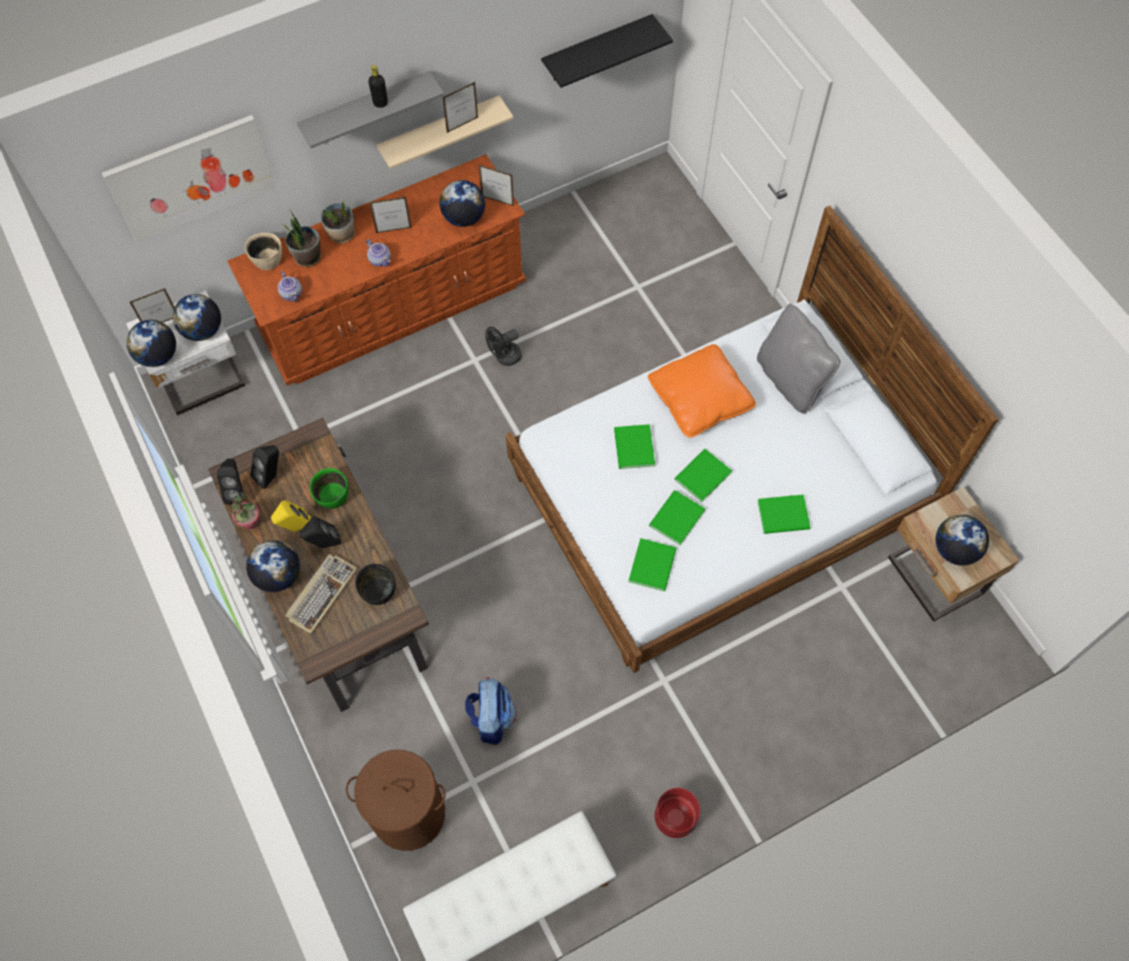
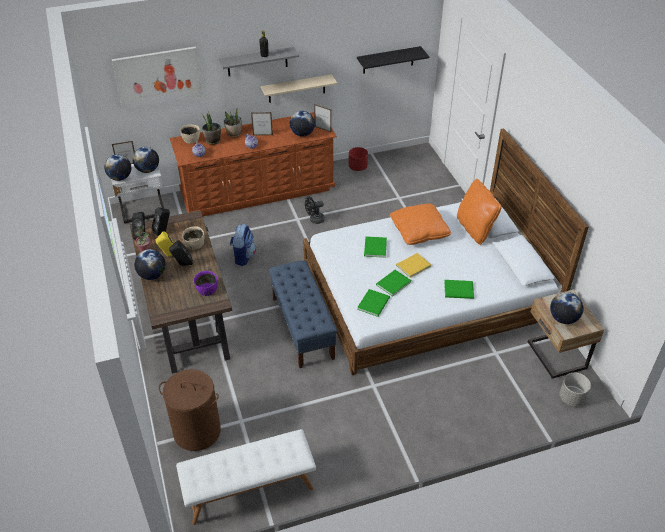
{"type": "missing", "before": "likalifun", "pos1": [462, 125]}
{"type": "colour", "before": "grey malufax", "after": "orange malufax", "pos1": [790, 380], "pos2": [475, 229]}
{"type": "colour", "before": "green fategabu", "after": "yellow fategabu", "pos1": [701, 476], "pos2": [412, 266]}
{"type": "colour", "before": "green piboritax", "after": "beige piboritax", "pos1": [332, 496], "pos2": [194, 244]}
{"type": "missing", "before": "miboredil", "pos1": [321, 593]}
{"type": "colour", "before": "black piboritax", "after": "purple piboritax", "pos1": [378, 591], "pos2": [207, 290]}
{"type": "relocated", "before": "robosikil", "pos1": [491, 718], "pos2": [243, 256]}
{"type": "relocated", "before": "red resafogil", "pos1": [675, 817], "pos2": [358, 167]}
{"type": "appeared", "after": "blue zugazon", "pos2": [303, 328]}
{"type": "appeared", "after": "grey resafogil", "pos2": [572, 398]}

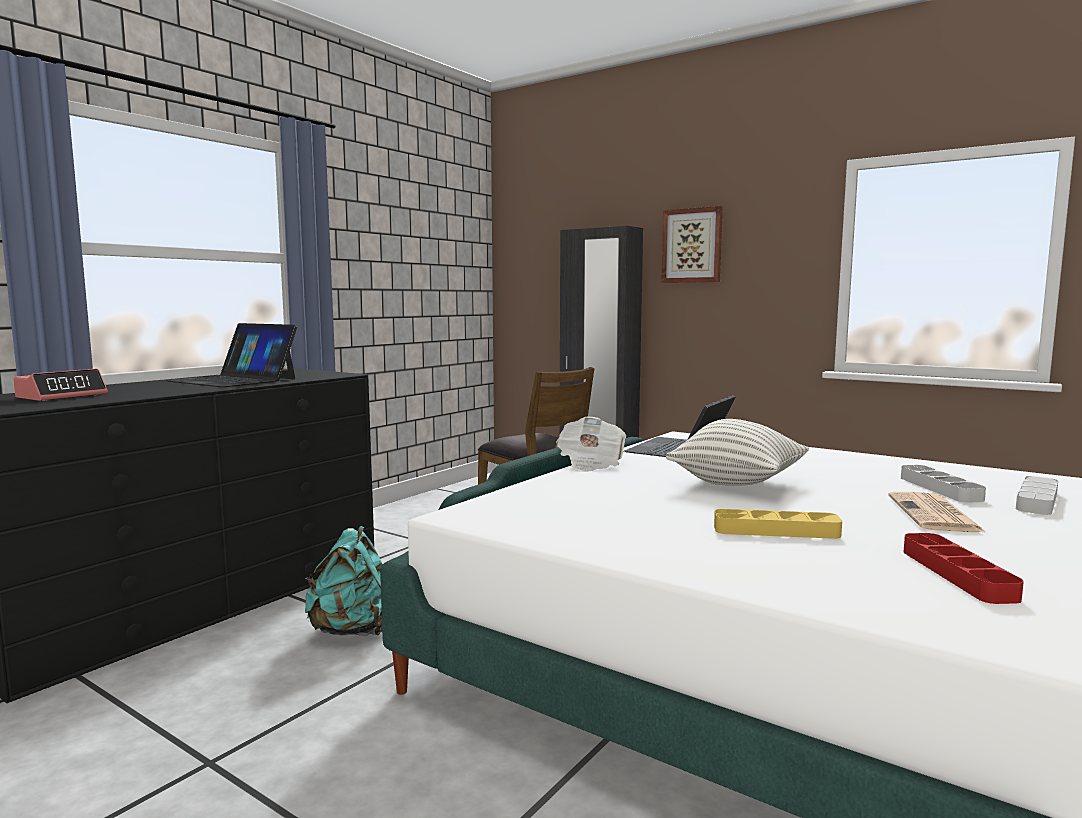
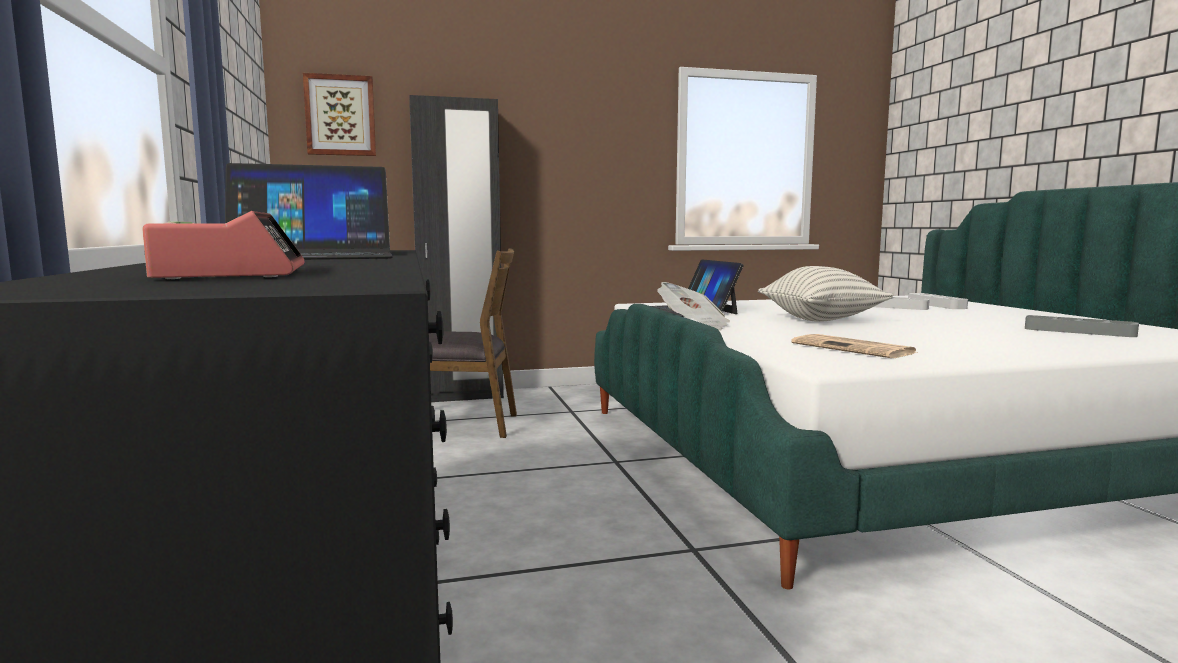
{"type": "relocated", "before": "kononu", "pos1": [692, 245], "pos2": [340, 115]}
{"type": "relocated", "before": "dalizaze", "pos1": [935, 514], "pos2": [854, 348]}
{"type": "missing", "before": "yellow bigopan", "pos1": [776, 531]}
{"type": "missing", "before": "turquoise robosikil", "pos1": [352, 630]}
{"type": "colour", "before": "red bigopan", "after": "grey bigopan", "pos1": [957, 574], "pos2": [1079, 331]}

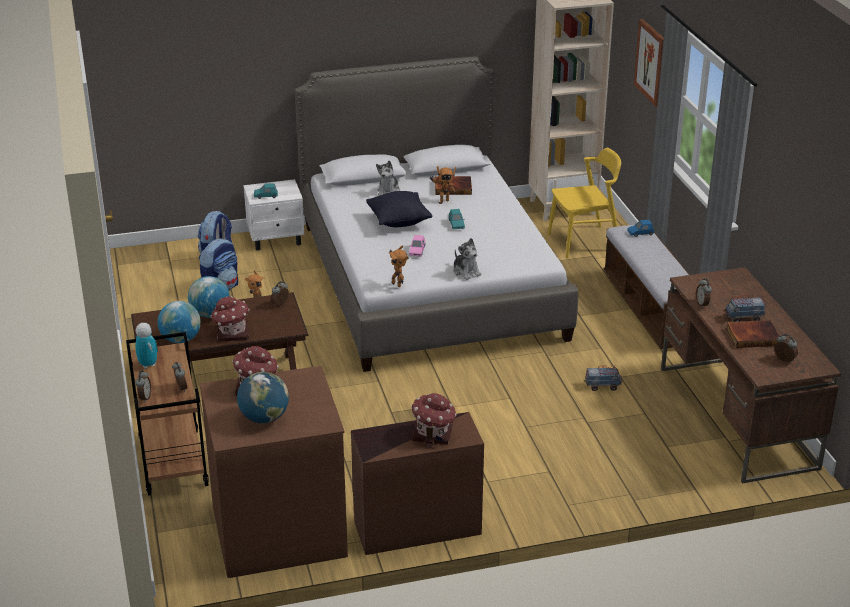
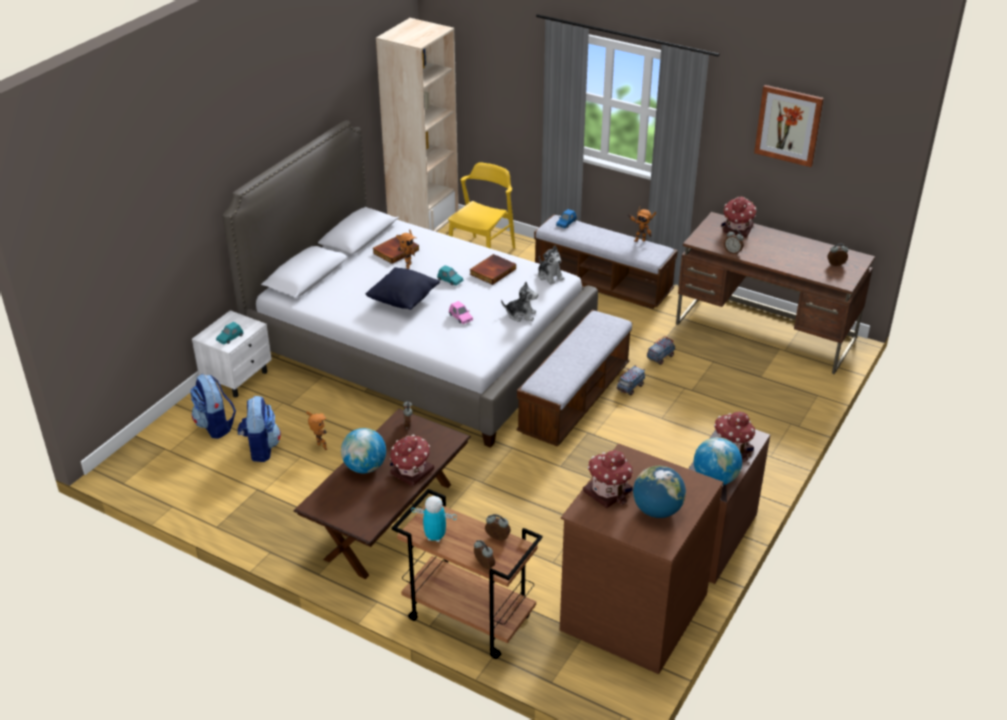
{"type": "relocated", "before": "kononu", "pos1": [651, 62], "pos2": [788, 125]}
{"type": "relocated", "before": "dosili", "pos1": [388, 191], "pos2": [550, 276]}
{"type": "relocated", "before": "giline", "pos1": [397, 284], "pos2": [639, 240]}
{"type": "relocated", "before": "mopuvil", "pos1": [743, 318], "pos2": [630, 388]}
{"type": "relocated", "before": "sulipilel", "pos1": [181, 340], "pos2": [715, 479]}
{"type": "relocated", "before": "fategabu", "pos1": [753, 336], "pos2": [492, 271]}
{"type": "appeared", "after": "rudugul", "pos2": [737, 229]}
{"type": "appeared", "after": "zugazon", "pos2": [575, 399]}

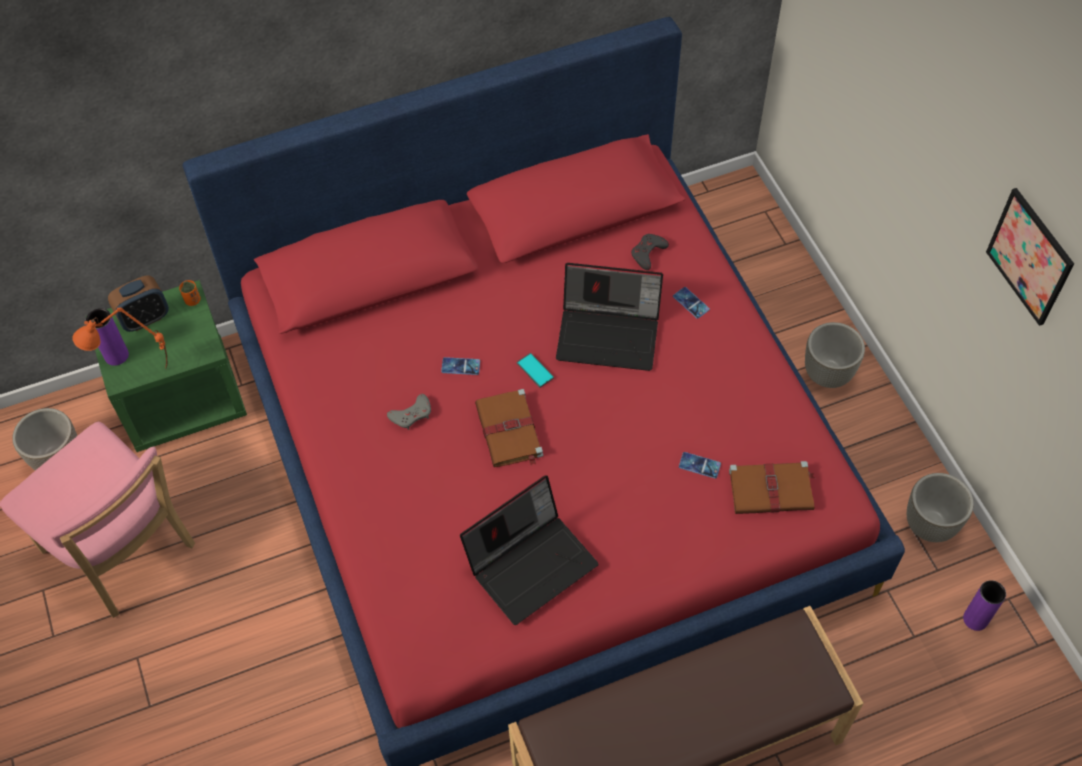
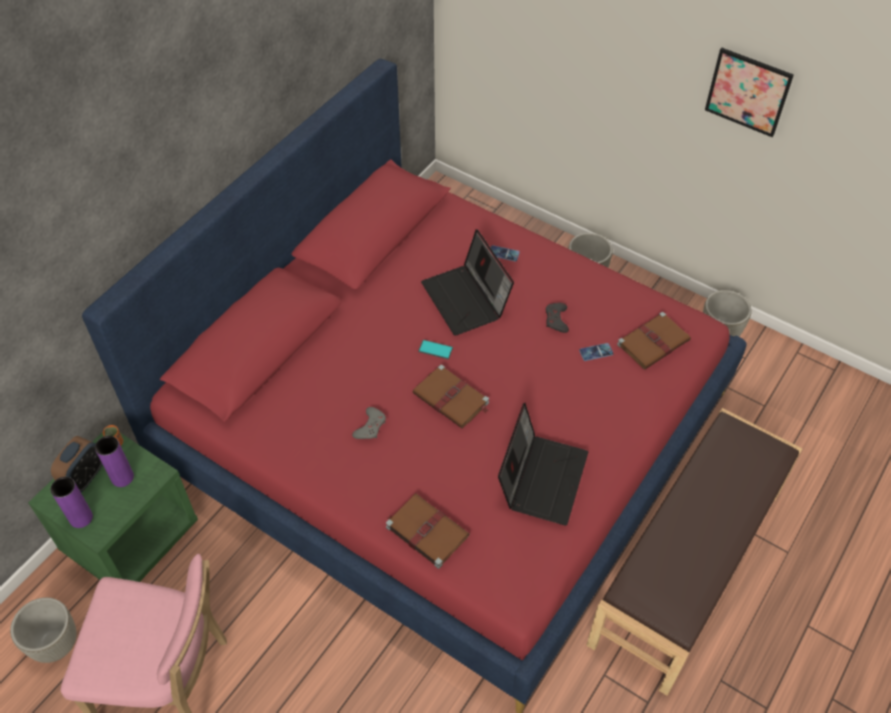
{"type": "relocated", "before": "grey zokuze", "pos1": [648, 253], "pos2": [556, 320]}
{"type": "spun", "before": "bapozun", "pos1": [609, 334], "pos2": [467, 300], "turn": 90}
{"type": "missing", "before": "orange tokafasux", "pos1": [139, 382]}
{"type": "missing", "before": "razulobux", "pos1": [460, 366]}
{"type": "relocated", "before": "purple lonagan", "pos1": [975, 619], "pos2": [122, 477]}
{"type": "appeared", "after": "brown fategabu", "pos2": [426, 530]}

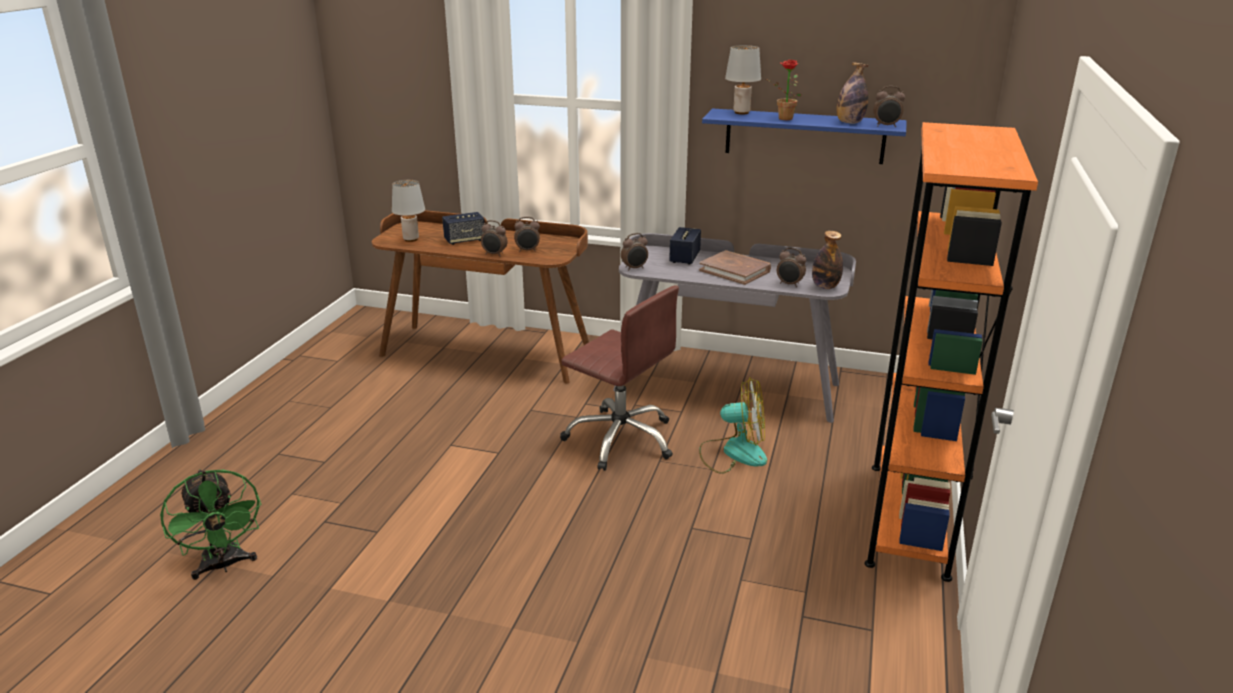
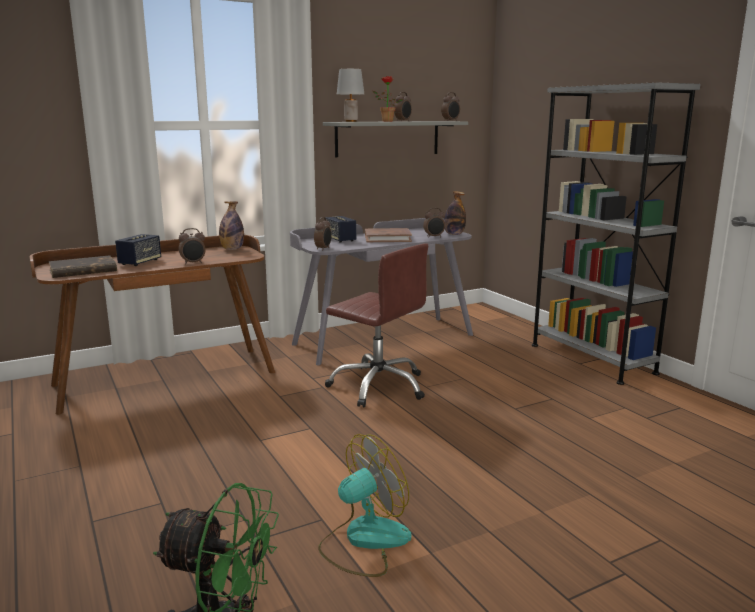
{"type": "relocated", "before": "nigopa", "pos1": [849, 122], "pos2": [232, 249]}
{"type": "colour", "before": "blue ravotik", "after": "grey ravotik", "pos1": [804, 136], "pos2": [388, 138]}
{"type": "colour", "before": "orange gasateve", "after": "grey gasateve", "pos1": [908, 518], "pos2": [591, 359]}
{"type": "exchanged", "before": "grey tokafasux", "after": "brown fategabu", "pos1": [411, 239], "pos2": [82, 271]}
{"type": "relocated", "before": "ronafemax", "pos1": [527, 250], "pos2": [403, 121]}
{"type": "spun", "before": "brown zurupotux", "pos1": [621, 439], "pos2": [378, 386], "turn": 45}
{"type": "relocated", "before": "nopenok", "pos1": [733, 453], "pos2": [364, 540]}

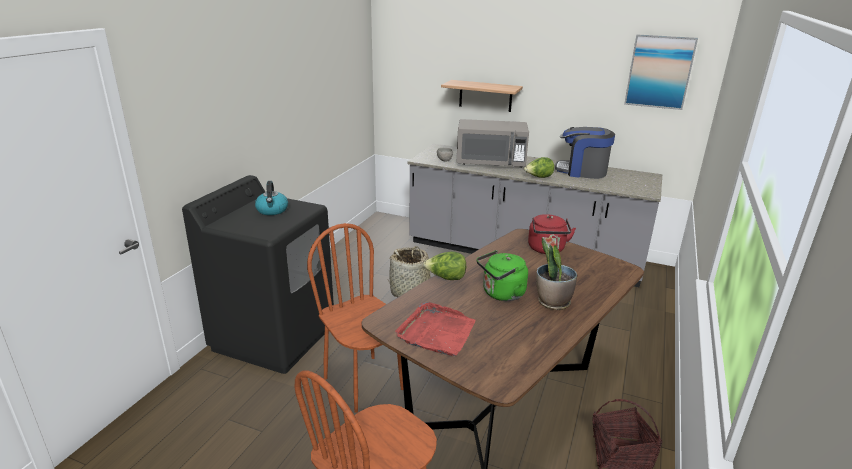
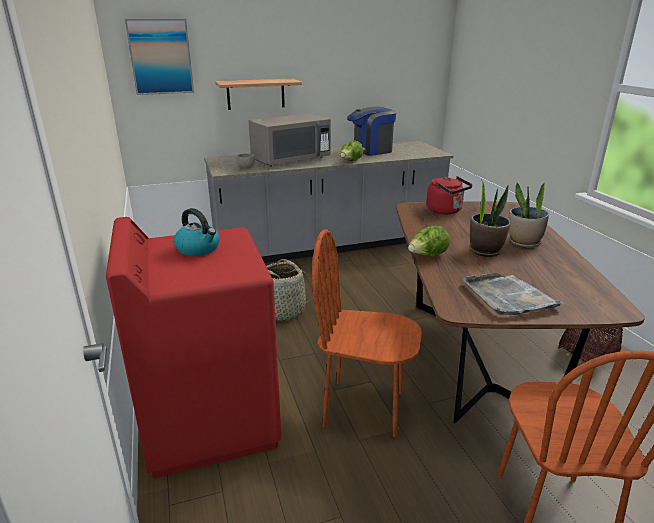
{"type": "relocated", "before": "kononu", "pos1": [659, 72], "pos2": [160, 57]}
{"type": "colour", "before": "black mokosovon", "after": "red mokosovon", "pos1": [274, 337], "pos2": [210, 419]}
{"type": "exchanged", "before": "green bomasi", "after": "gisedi", "pos1": [501, 294], "pos2": [485, 251]}
{"type": "colour", "before": "red bigopan", "after": "grey bigopan", "pos1": [437, 332], "pos2": [508, 297]}

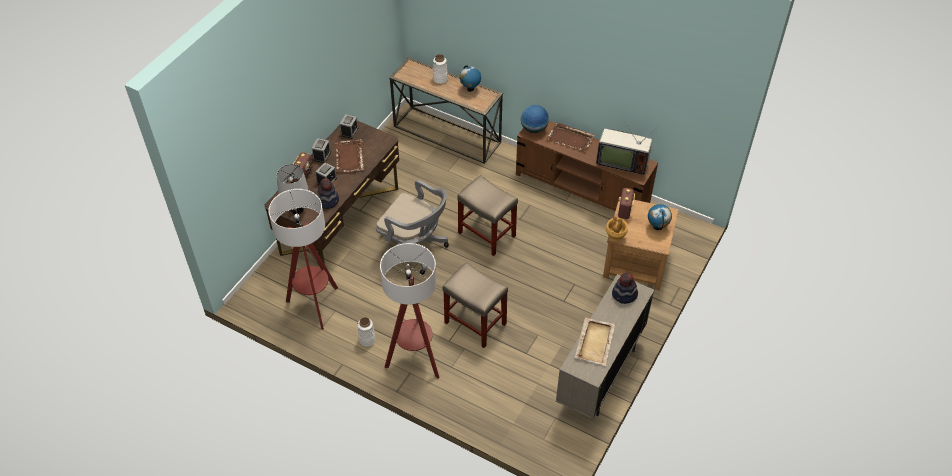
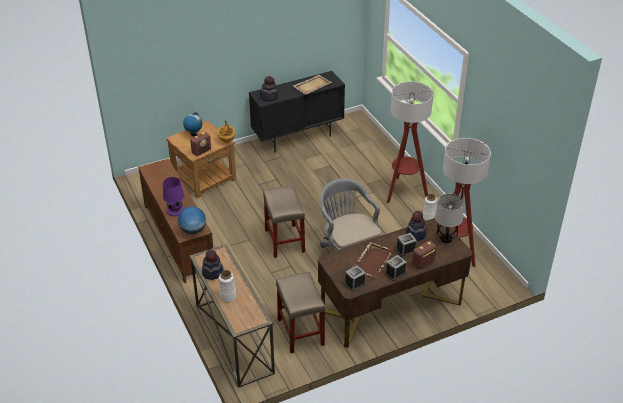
{"type": "exchanged", "before": "sulipilel", "after": "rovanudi", "pos1": [470, 89], "pos2": [213, 272]}
{"type": "exchanged", "before": "brown bigopan", "after": "purple tokafasux", "pos1": [571, 138], "pos2": [175, 210]}
{"type": "missing", "before": "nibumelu", "pos1": [621, 162]}
{"type": "relocated", "before": "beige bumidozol", "pos1": [474, 323], "pos2": [301, 332]}
{"type": "colour", "before": "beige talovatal", "after": "black talovatal", "pos1": [600, 376], "pos2": [298, 137]}

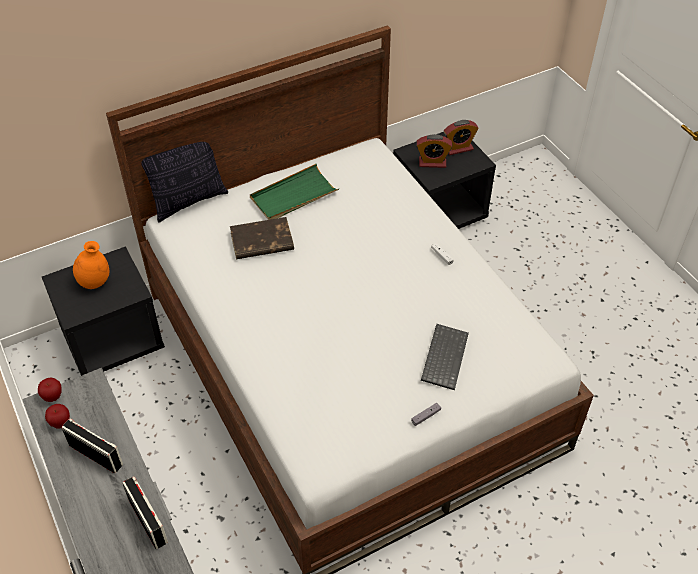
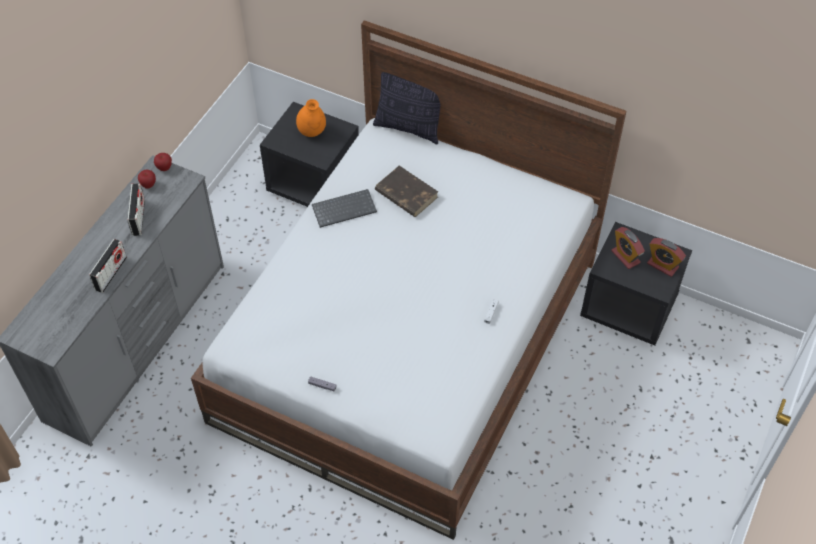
{"type": "missing", "before": "green bigopan", "pos1": [293, 196]}
{"type": "relocated", "before": "miboredil", "pos1": [443, 356], "pos2": [344, 208]}

